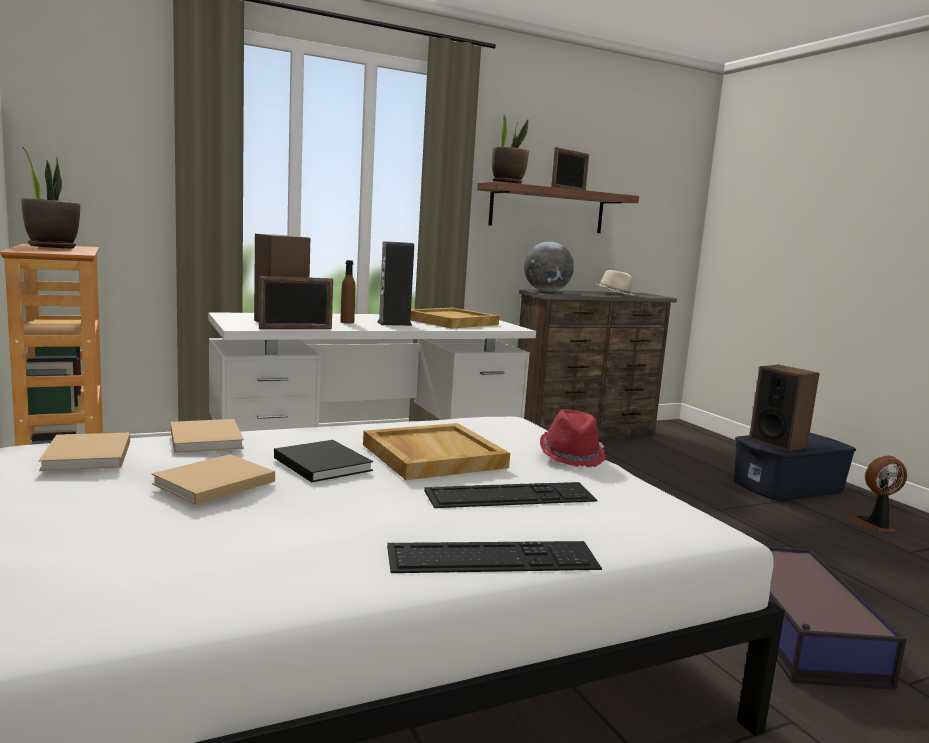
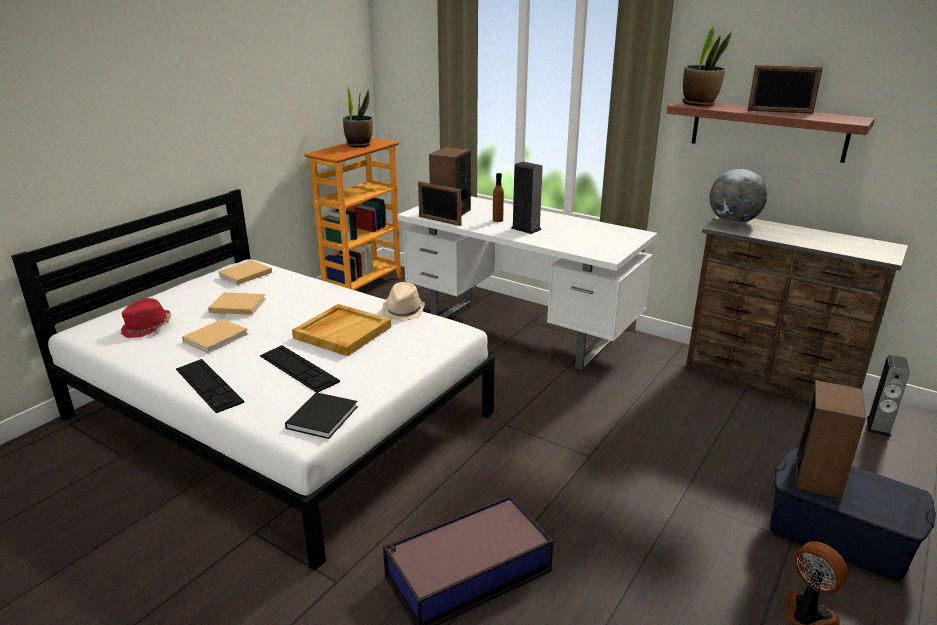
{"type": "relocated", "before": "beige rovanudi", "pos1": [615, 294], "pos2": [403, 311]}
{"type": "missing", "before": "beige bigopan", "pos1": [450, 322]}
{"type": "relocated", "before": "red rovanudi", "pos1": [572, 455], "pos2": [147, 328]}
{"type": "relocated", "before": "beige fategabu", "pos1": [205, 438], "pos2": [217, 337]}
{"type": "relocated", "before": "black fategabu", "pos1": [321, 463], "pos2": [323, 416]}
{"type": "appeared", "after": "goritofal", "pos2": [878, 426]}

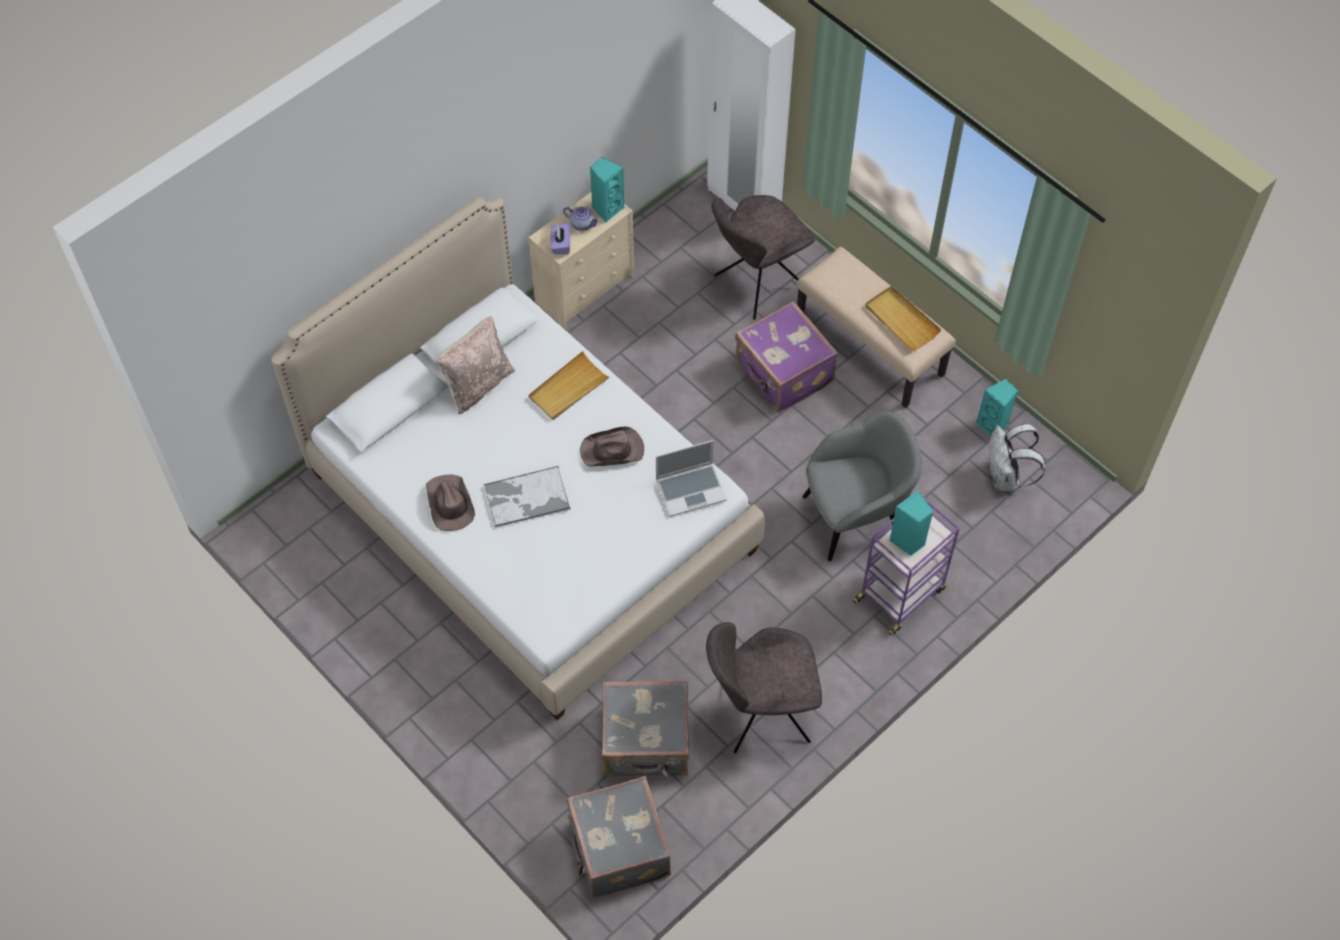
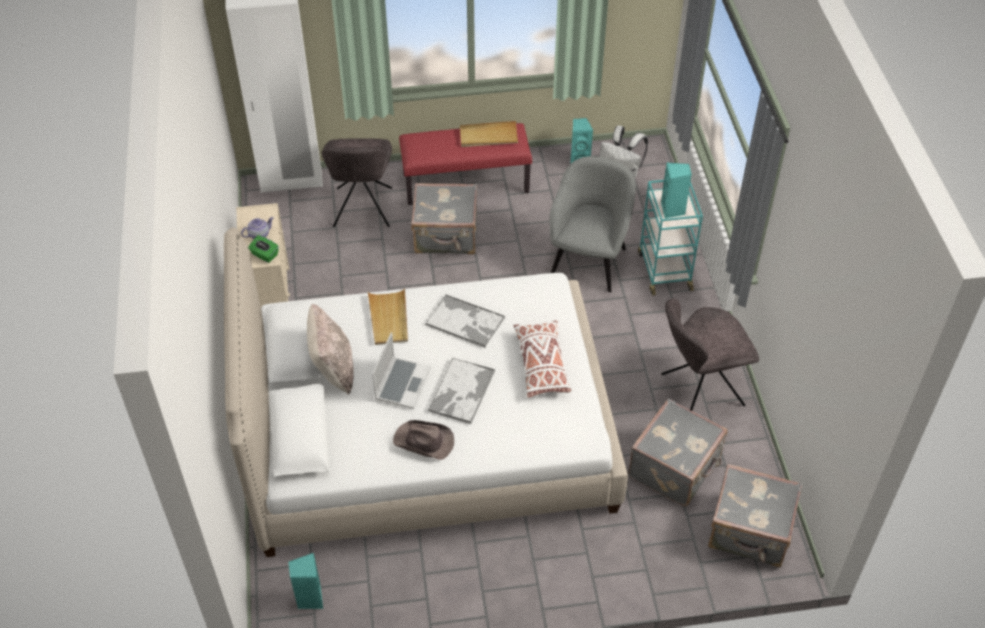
{"type": "relocated", "before": "turquoise goritofal", "pos1": [607, 208], "pos2": [309, 598]}
{"type": "colour", "before": "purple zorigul", "after": "green zorigul", "pos1": [561, 245], "pos2": [264, 255]}
{"type": "colour", "before": "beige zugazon", "after": "red zugazon", "pos1": [871, 345], "pos2": [466, 183]}
{"type": "colour", "before": "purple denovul", "after": "grey denovul", "pos1": [783, 374], "pos2": [446, 236]}
{"type": "exchanged", "before": "brown rovanudi", "after": "bigopan", "pos1": [613, 451], "pos2": [465, 322]}
{"type": "relocated", "before": "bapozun", "pos1": [691, 489], "pos2": [402, 383]}
{"type": "colour", "before": "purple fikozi", "after": "turquoise fikozi", "pos1": [901, 593], "pos2": [664, 270]}
{"type": "spun", "before": "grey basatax", "pos1": [761, 713], "pos2": [699, 390], "turn": 45}
{"type": "appeared", "after": "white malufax", "pos2": [541, 365]}

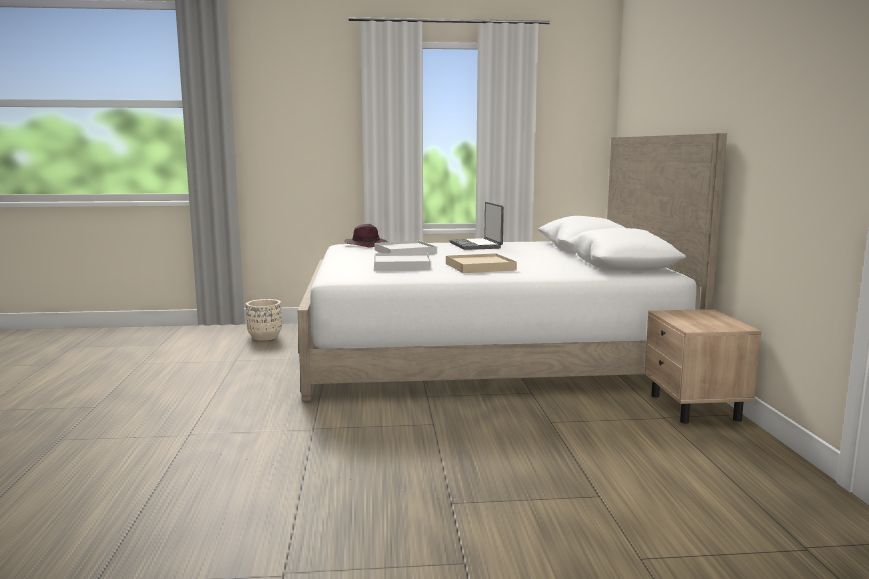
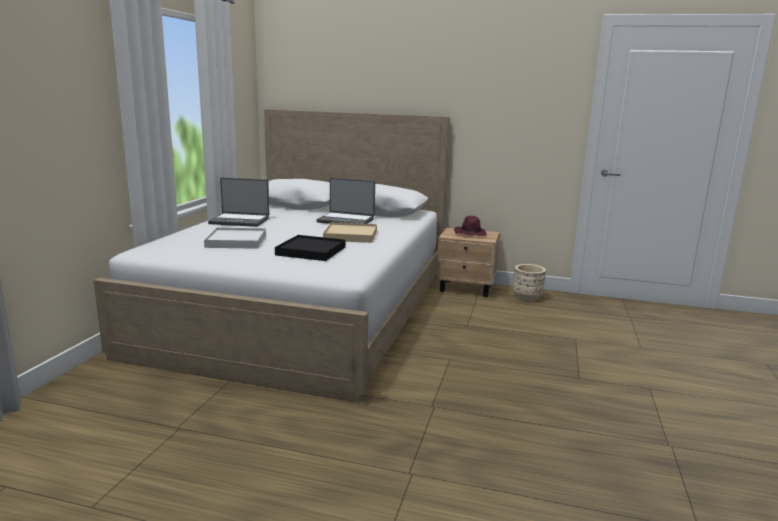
{"type": "relocated", "before": "purple rovanudi", "pos1": [366, 244], "pos2": [470, 234]}
{"type": "colour", "before": "white bigopan", "after": "black bigopan", "pos1": [402, 265], "pos2": [311, 251]}
{"type": "relocated", "before": "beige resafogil", "pos1": [265, 337], "pos2": [527, 298]}
{"type": "appeared", "after": "bapozun", "pos2": [346, 220]}

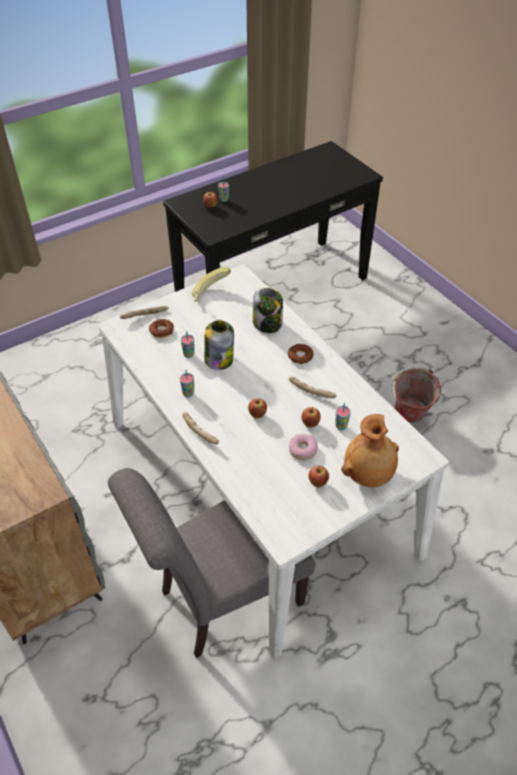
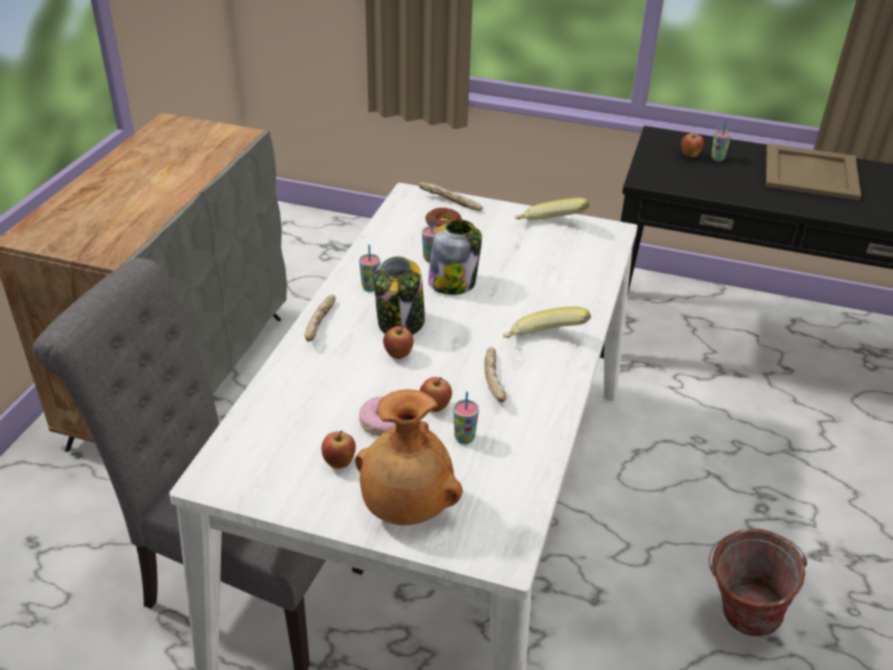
{"type": "relocated", "before": "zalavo", "pos1": [268, 323], "pos2": [400, 323]}
{"type": "exchanged", "before": "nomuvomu", "after": "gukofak", "pos1": [300, 356], "pos2": [543, 342]}
{"type": "appeared", "after": "beige bigopan", "pos2": [812, 173]}

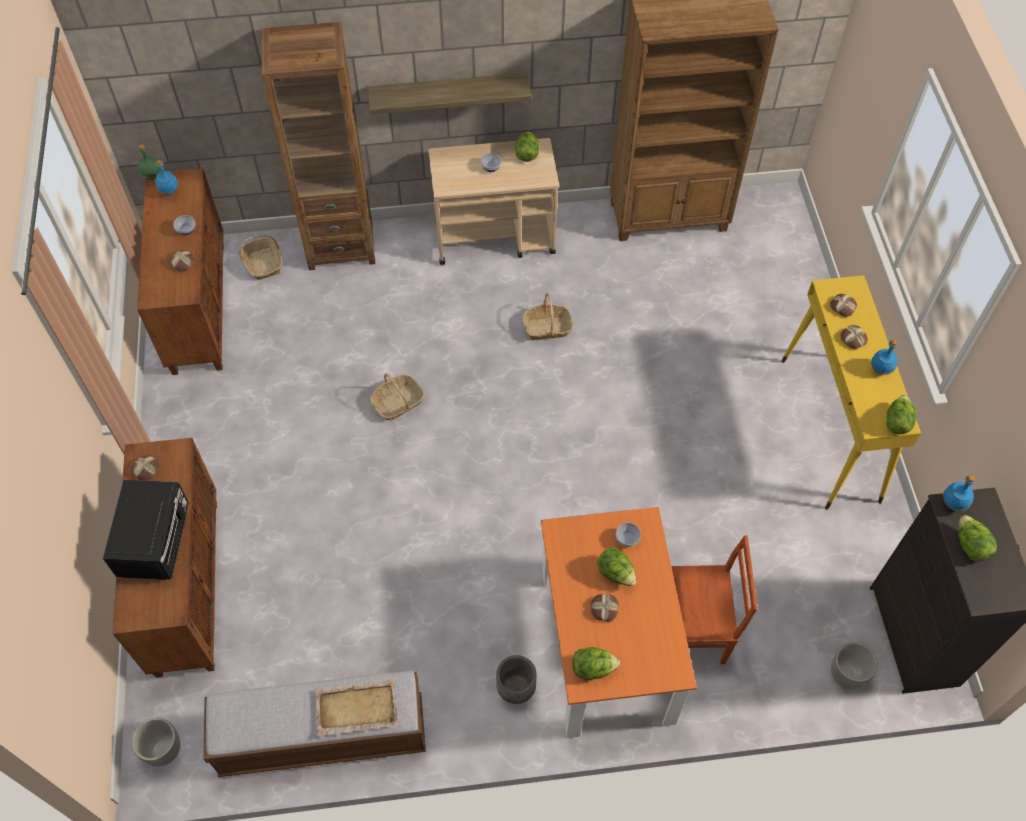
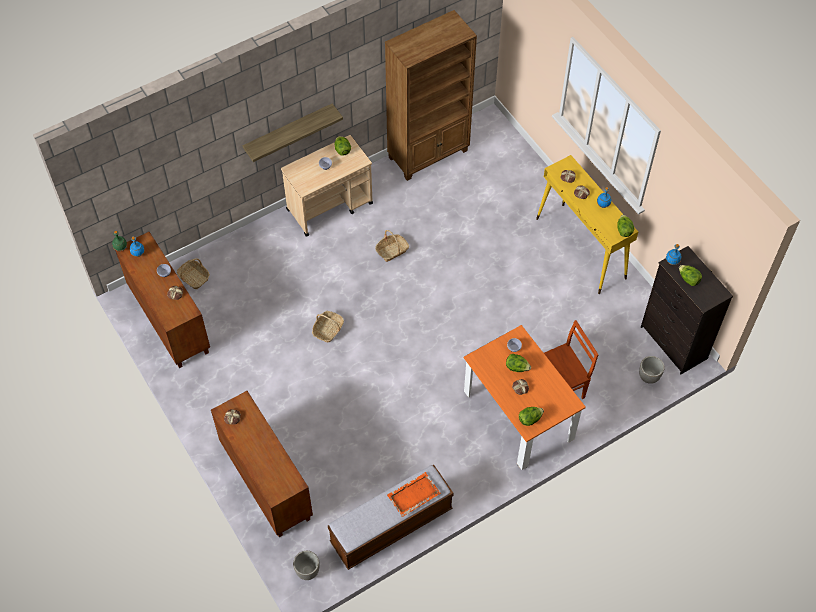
{"type": "missing", "before": "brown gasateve", "pos1": [341, 245]}
{"type": "missing", "before": "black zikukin", "pos1": [156, 541]}
{"type": "missing", "before": "grey resafogil", "pos1": [516, 688]}
{"type": "colour", "before": "beige bigopan", "after": "orange bigopan", "pos1": [355, 708], "pos2": [413, 495]}

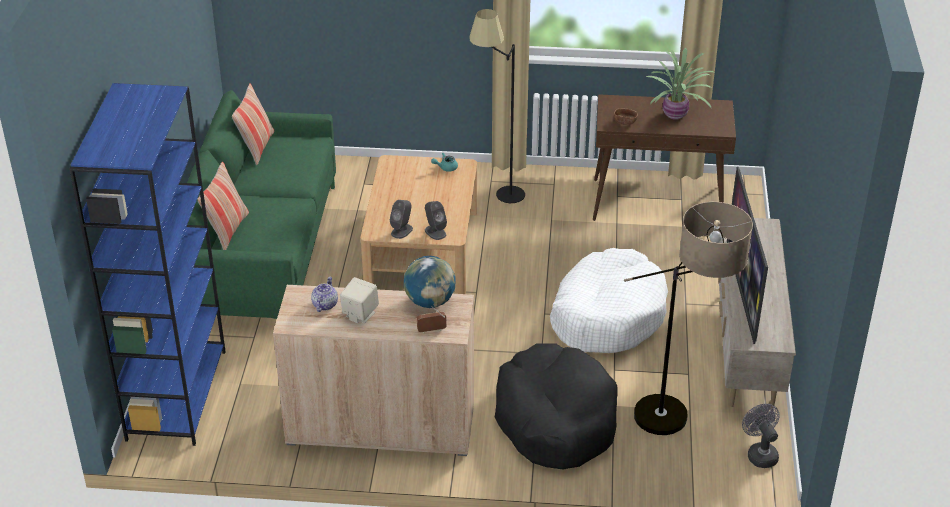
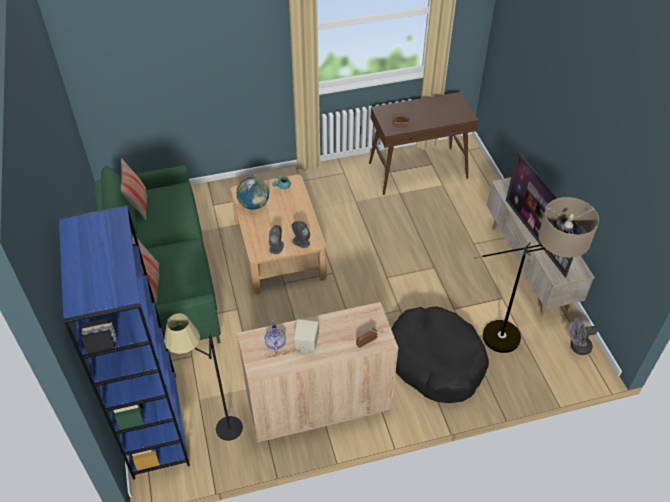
{"type": "relocated", "before": "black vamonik", "pos1": [497, 195], "pos2": [217, 433]}
{"type": "missing", "before": "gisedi", "pos1": [675, 116]}
{"type": "missing", "before": "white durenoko", "pos1": [607, 315]}
{"type": "relocated", "before": "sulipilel", "pos1": [430, 301], "pos2": [254, 204]}
{"type": "spun", "before": "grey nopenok", "pos1": [760, 453], "pos2": [577, 347], "turn": -60}

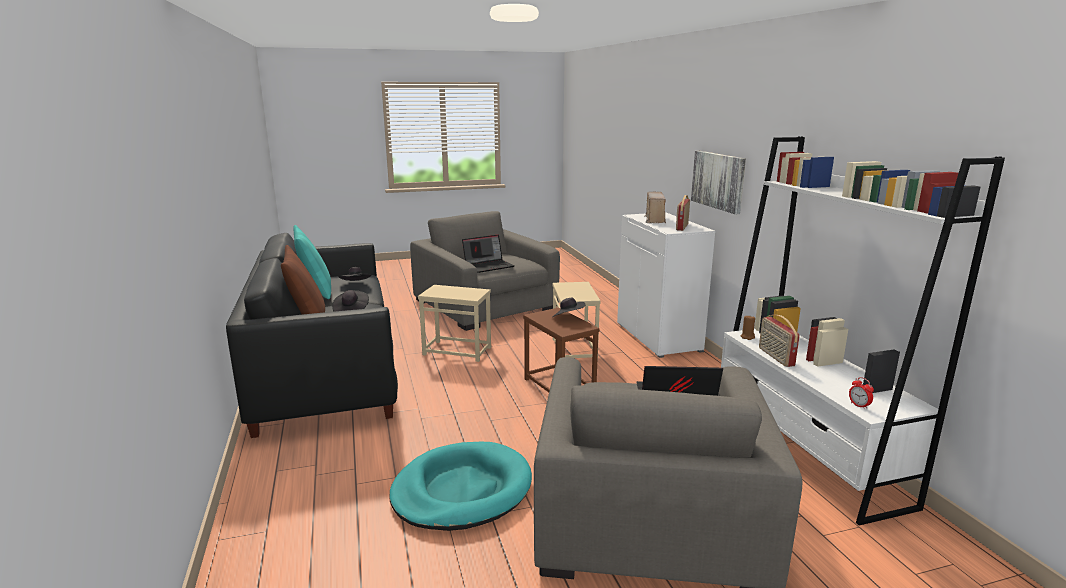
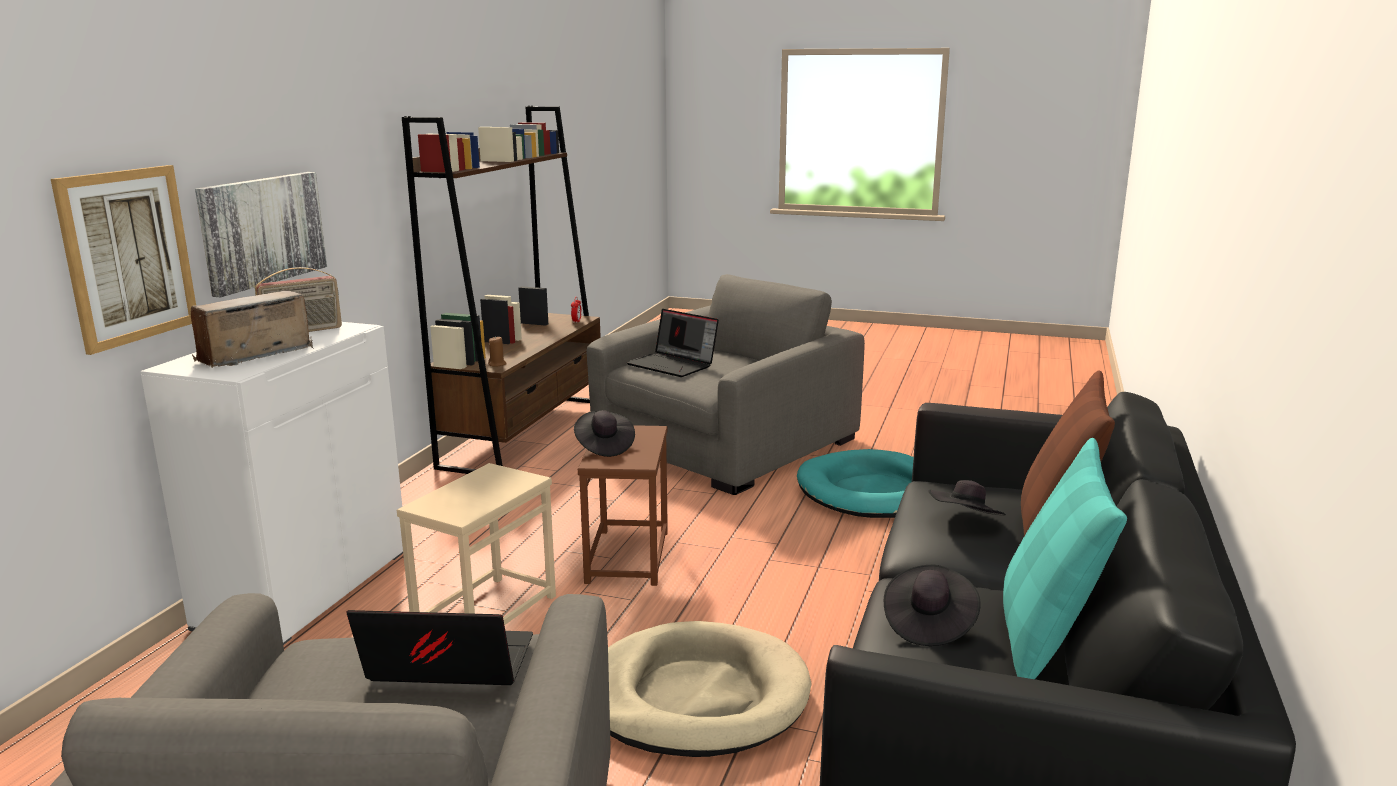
{"type": "colour", "before": "white gasateve", "after": "brown gasateve", "pos1": [806, 452], "pos2": [525, 433]}
{"type": "exchanged", "before": "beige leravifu", "after": "beige durenoko", "pos1": [457, 351], "pos2": [695, 697]}
{"type": "missing", "before": "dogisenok", "pos1": [775, 357]}
{"type": "appeared", "after": "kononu", "pos2": [128, 256]}

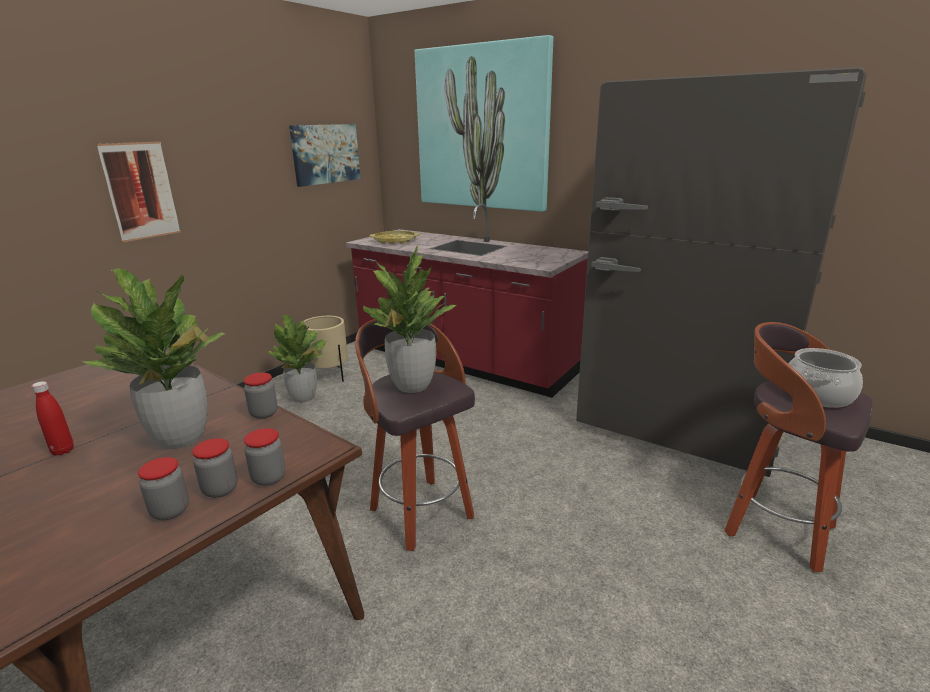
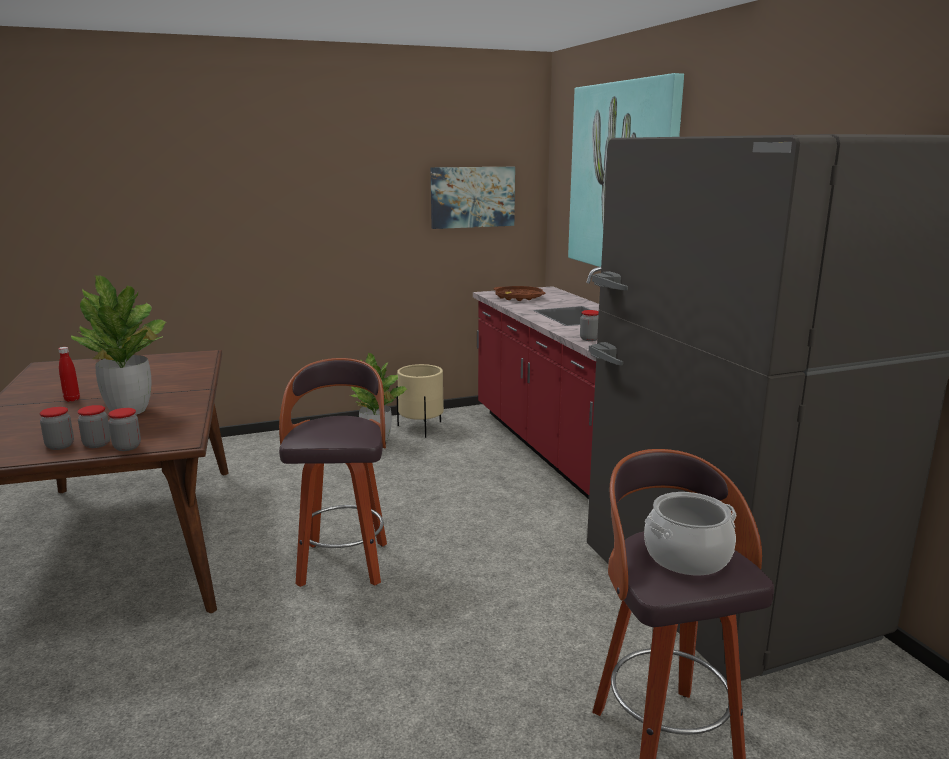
{"type": "missing", "before": "kononu", "pos1": [140, 191]}
{"type": "colour", "before": "yellow bigopan", "after": "brown bigopan", "pos1": [395, 241], "pos2": [519, 297]}
{"type": "missing", "before": "gisedi", "pos1": [412, 386]}
{"type": "relocated", "before": "zalavo", "pos1": [264, 413], "pos2": [589, 339]}

